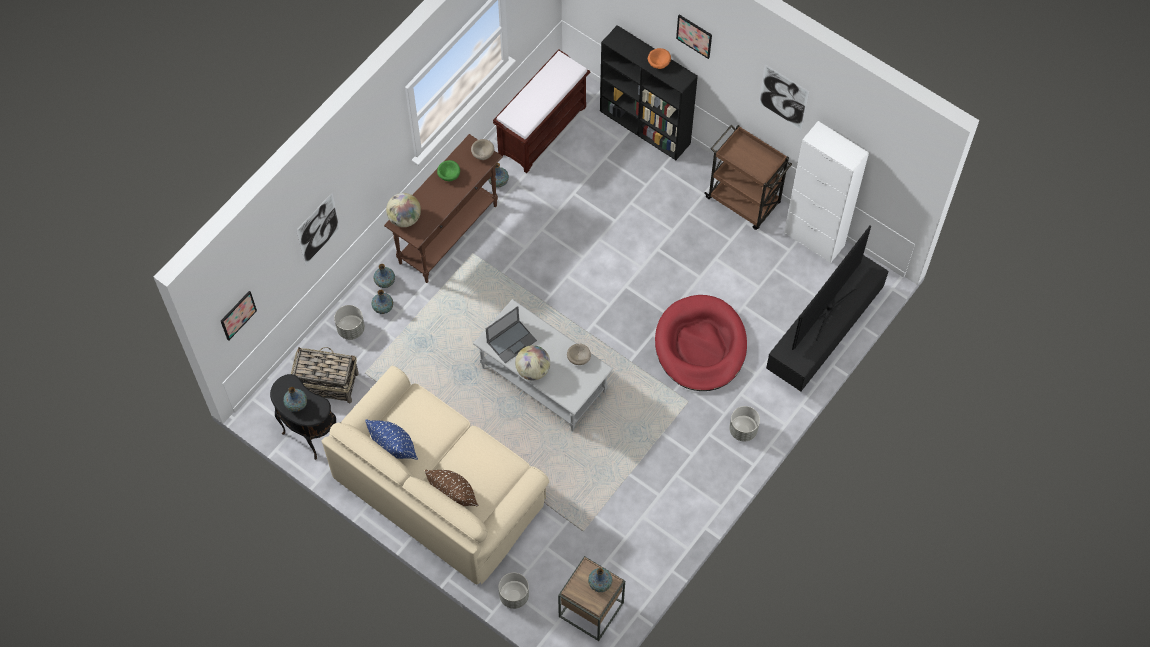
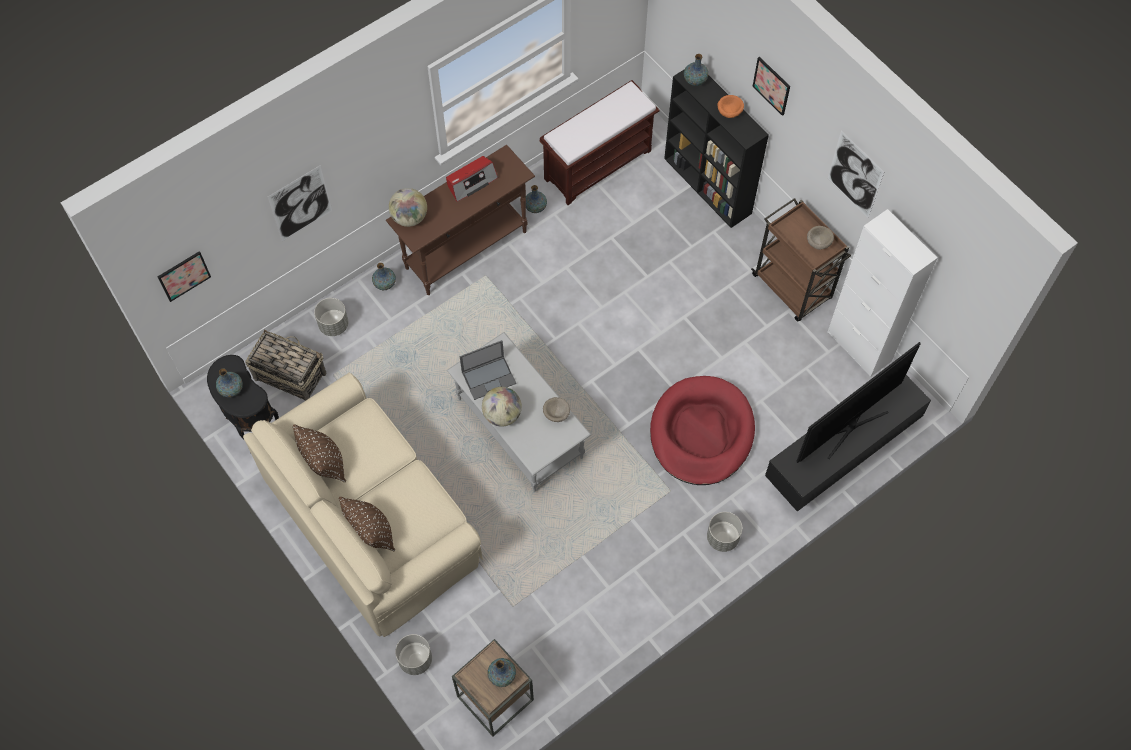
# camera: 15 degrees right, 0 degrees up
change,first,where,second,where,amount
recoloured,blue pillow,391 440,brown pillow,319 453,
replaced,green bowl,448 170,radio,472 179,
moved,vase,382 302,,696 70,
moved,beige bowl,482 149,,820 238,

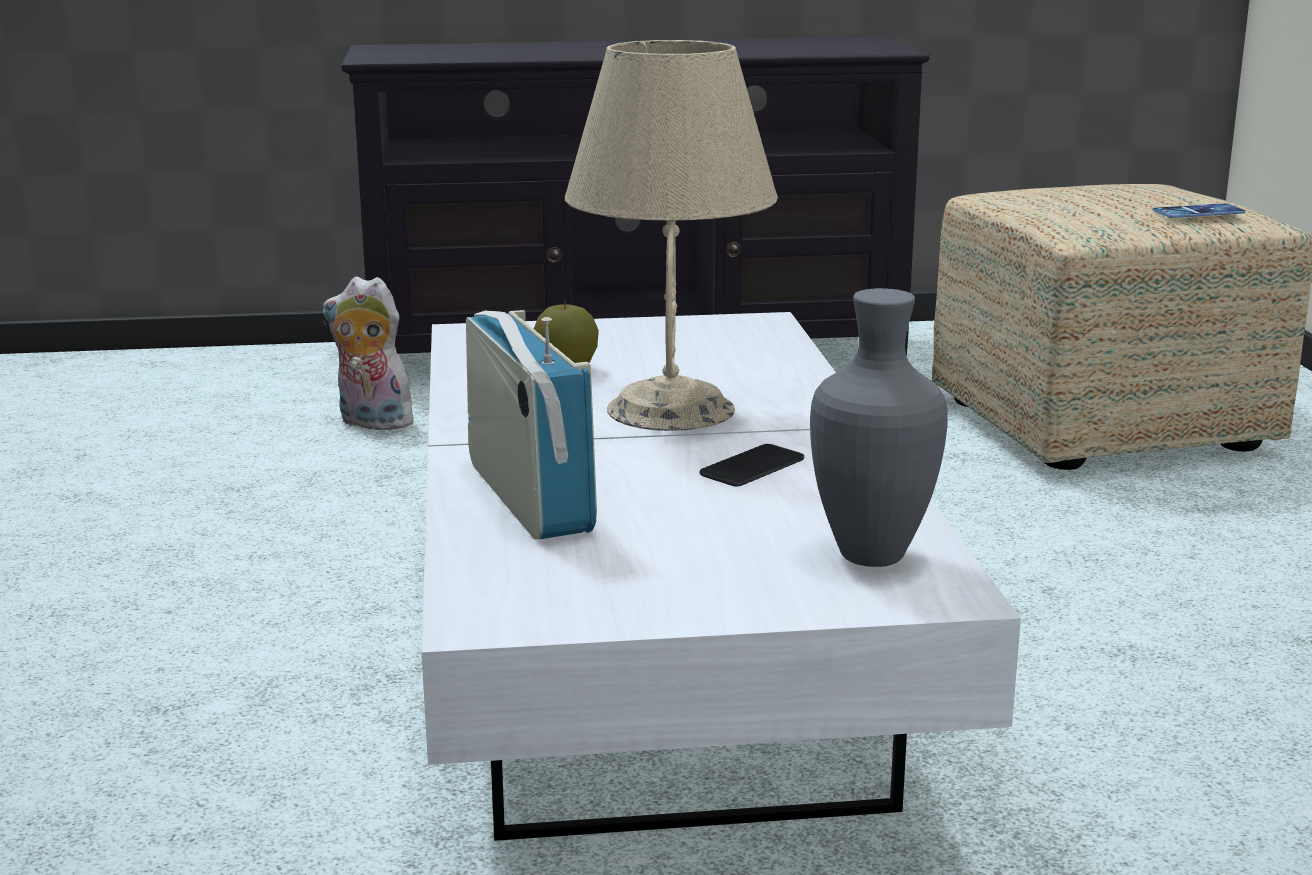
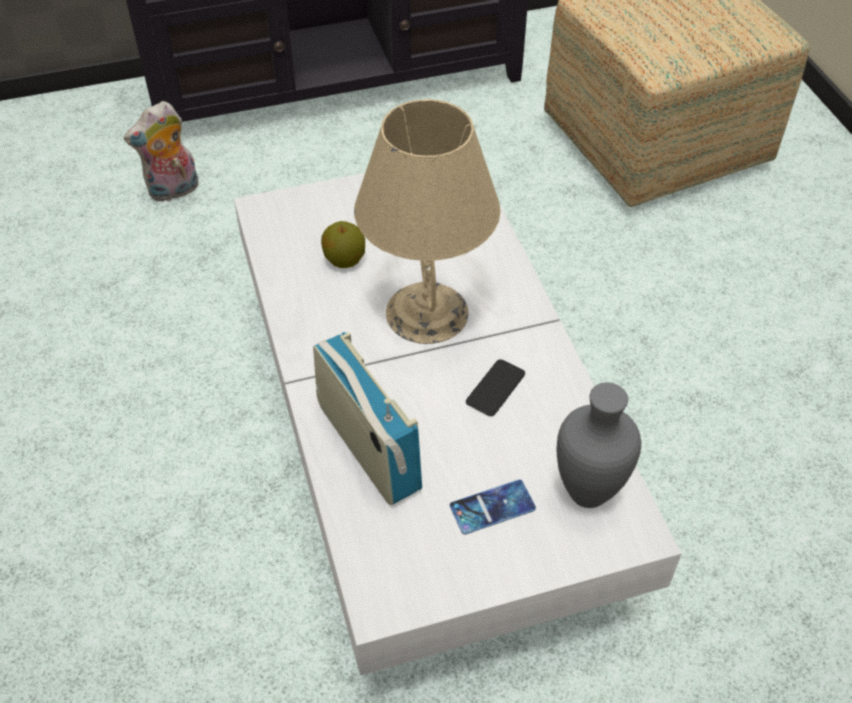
# camera: 10 degrees left, 30 degrees up
change,first,where,second,where,amount
turned,plush toy,372 353,,161 151,45 degrees counterclockwise
moved,phone,1199 210,,493 506,

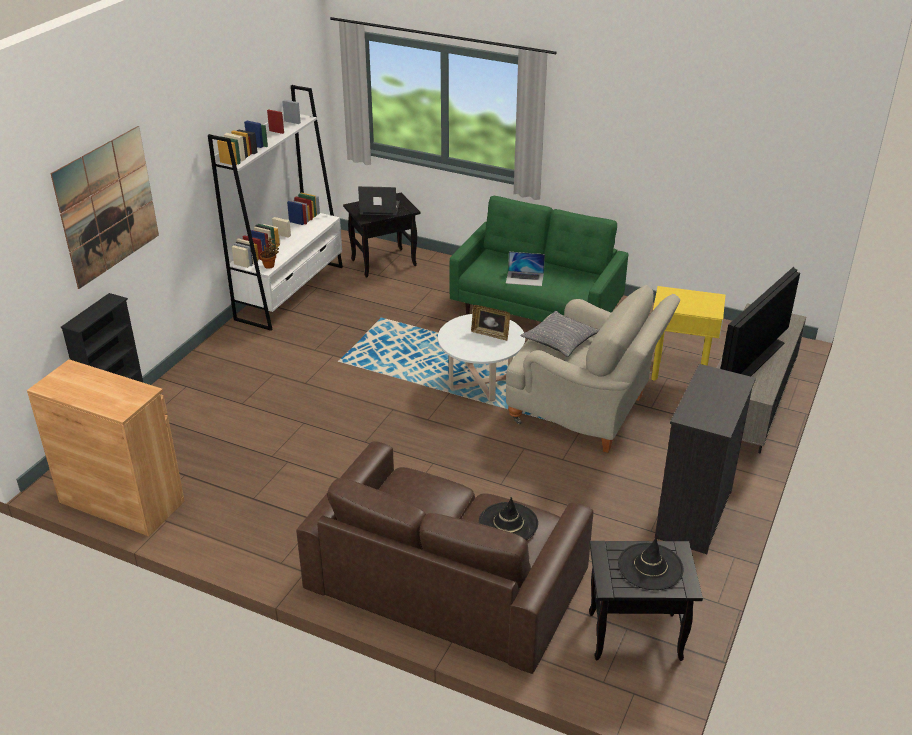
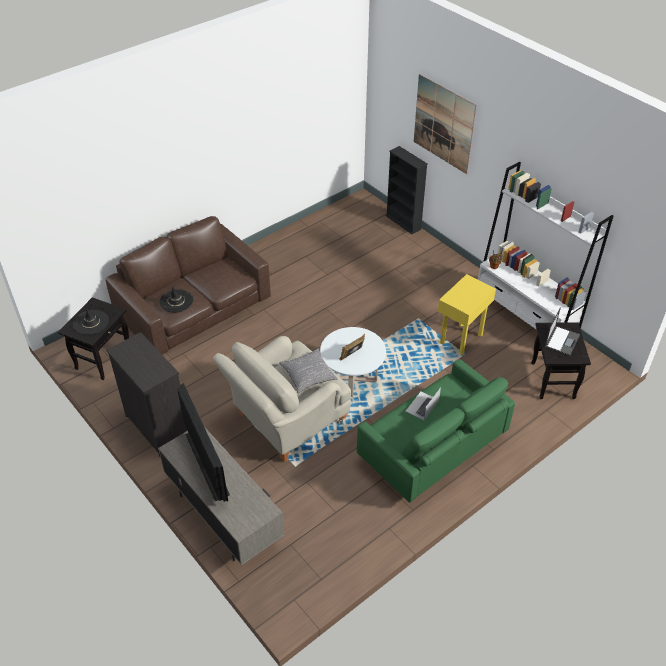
# camera: 115 degrees right, 10 degrees up
change,first,where,second,where,amount
moved,yellow side table,688 333,,467 314,
removed,brown cabinet,106 447,,,

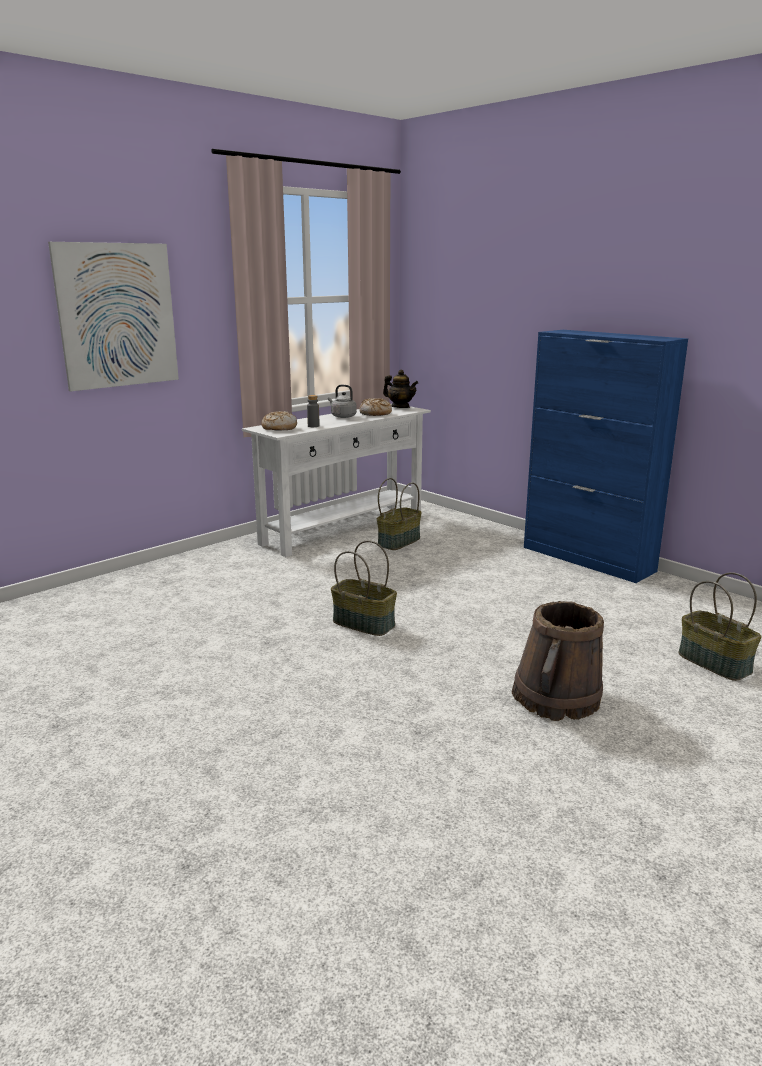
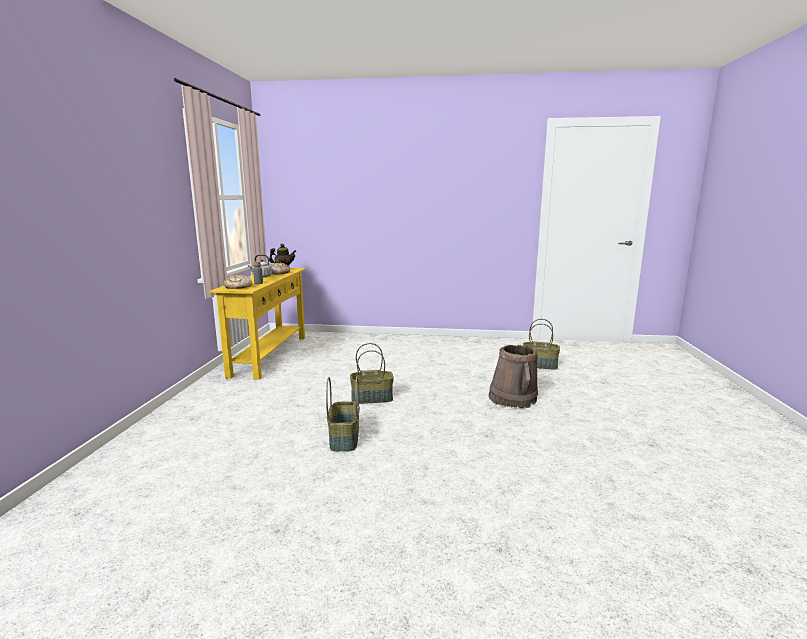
# camera: 40 degrees left, 5 degrees down
change,first,where,second,where,amount
recoloured,white console table,336 480,yellow console table,257 324,
moved,basket,399 514,,343 414,
removed,picture,113 316,,,
removed,blue cabinet,606 456,,,

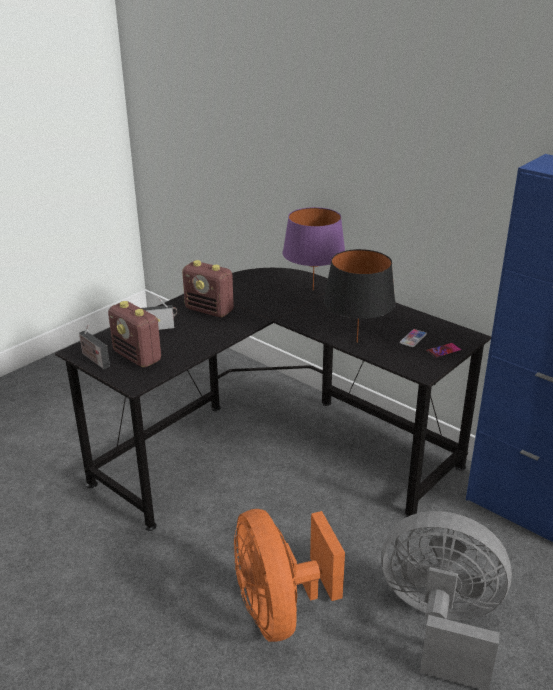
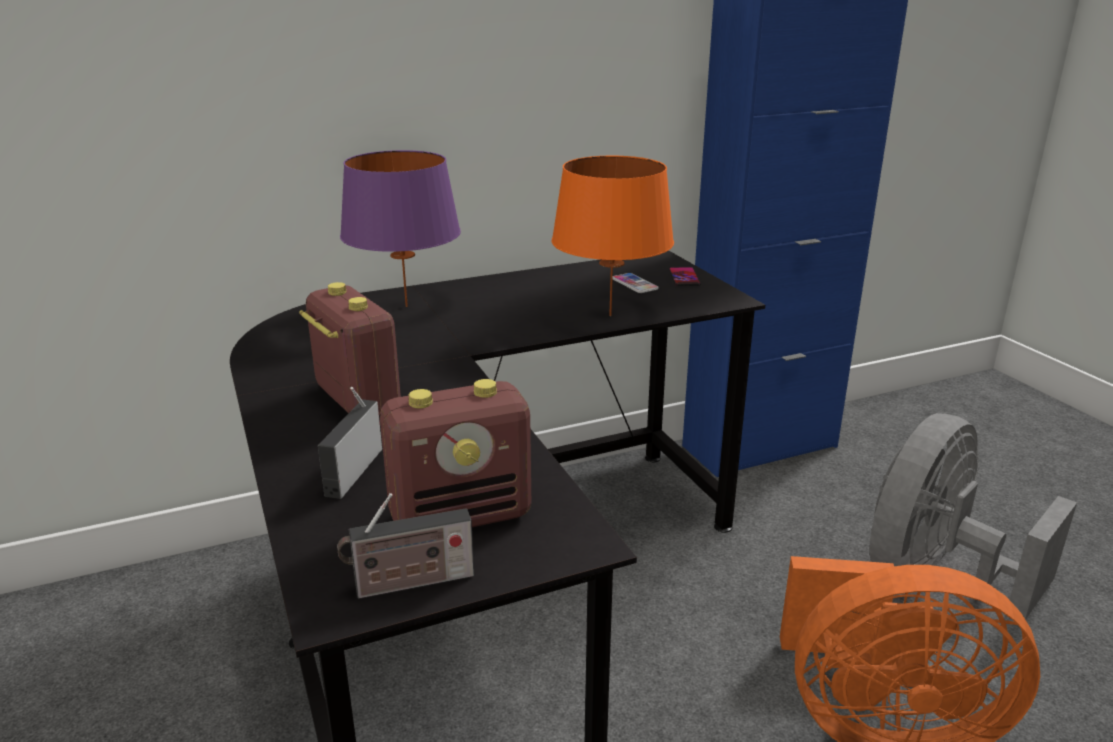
# camera: 65 degrees left, 5 degrees down
change,first,where,second,where,amount
turned,radio,208 288,,350 348,90 degrees counterclockwise
recoloured,black table lamp,359 296,orange table lamp,613 236,

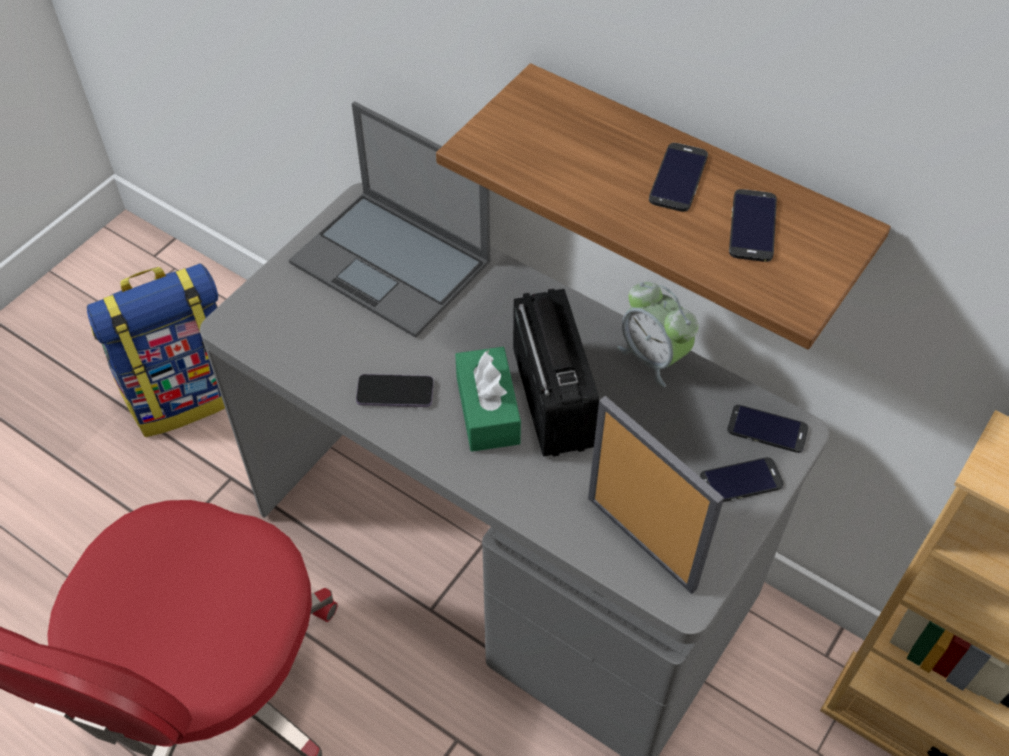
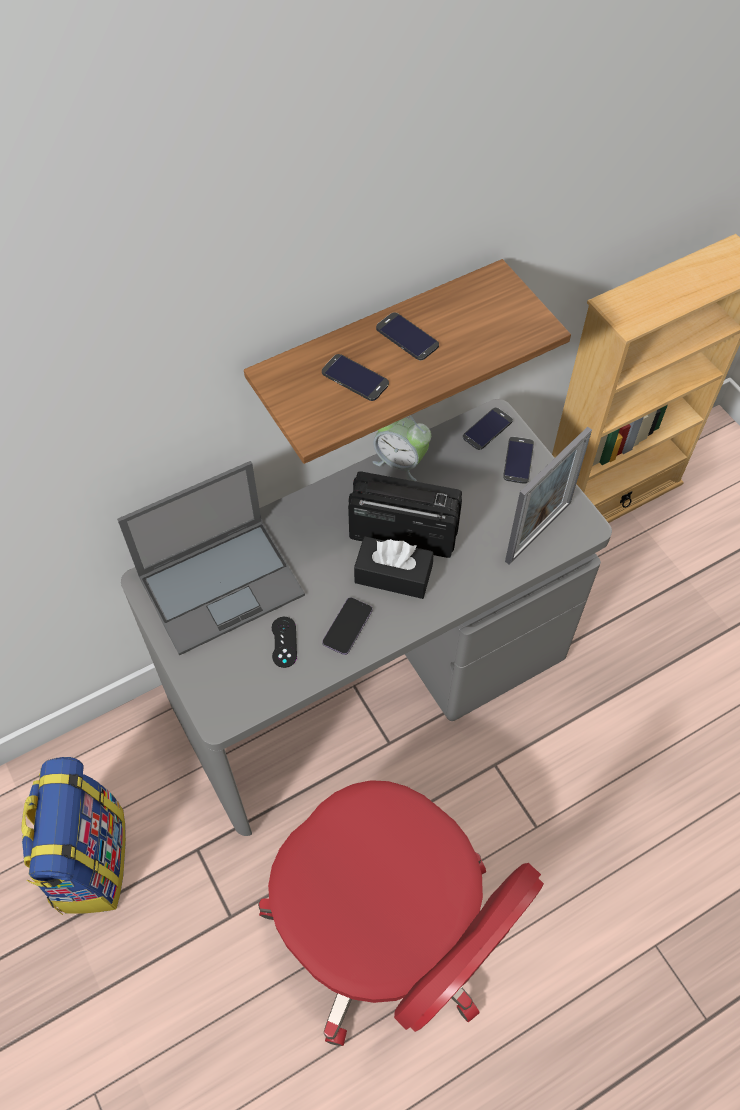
# camera: 65 degrees left, 5 degrees up
change,first,where,second,where,amount
added,,,black game controller,284 642,
moved,phone,753 225,,355 377,
recoloured,green tissue box,488 399,black tissue box,394 567,
turned,alarm clock,657 335,,402 448,45 degrees clockwise
turned,picture frame,656 495,,548 496,150 degrees clockwise

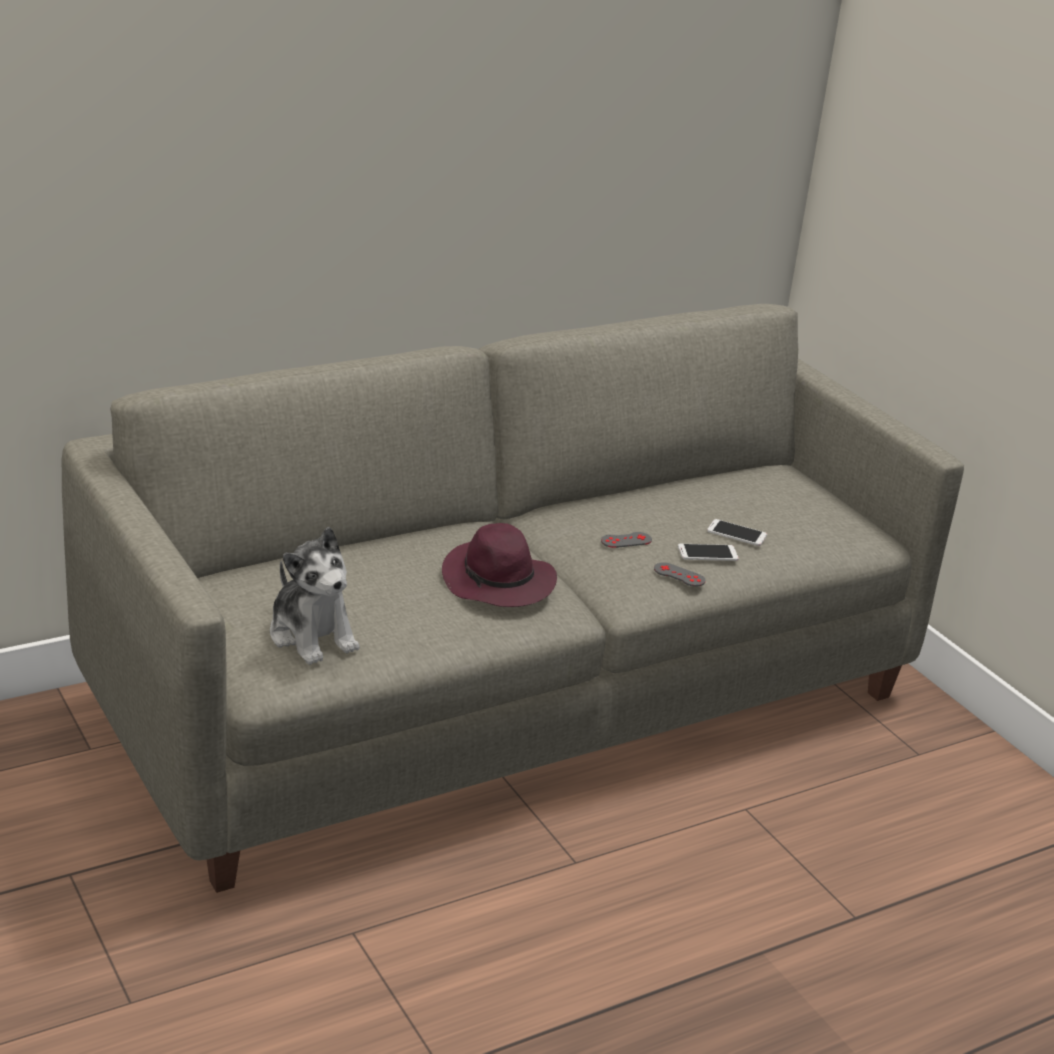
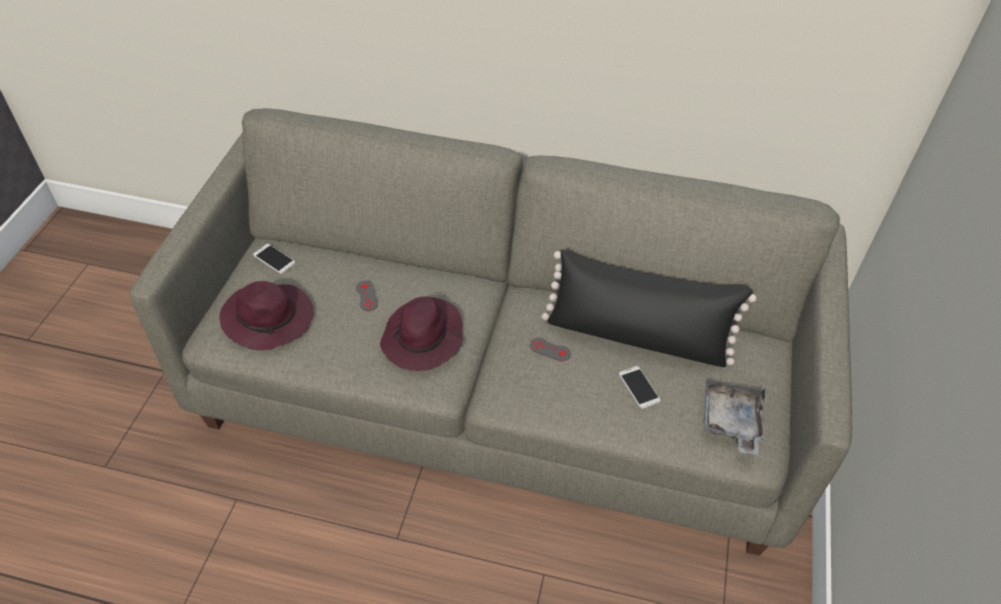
# camera: 45 degrees right, 20 degrees up
change,first,where,second,where,amount
replaced,plush toy,315 596,purple hat,266 315,
moved,phone,708 552,,274 259,
moved,grey game controller,680 574,,367 295,
added,,,black pillow,649 308,
added,,,grey tray,734 418,

